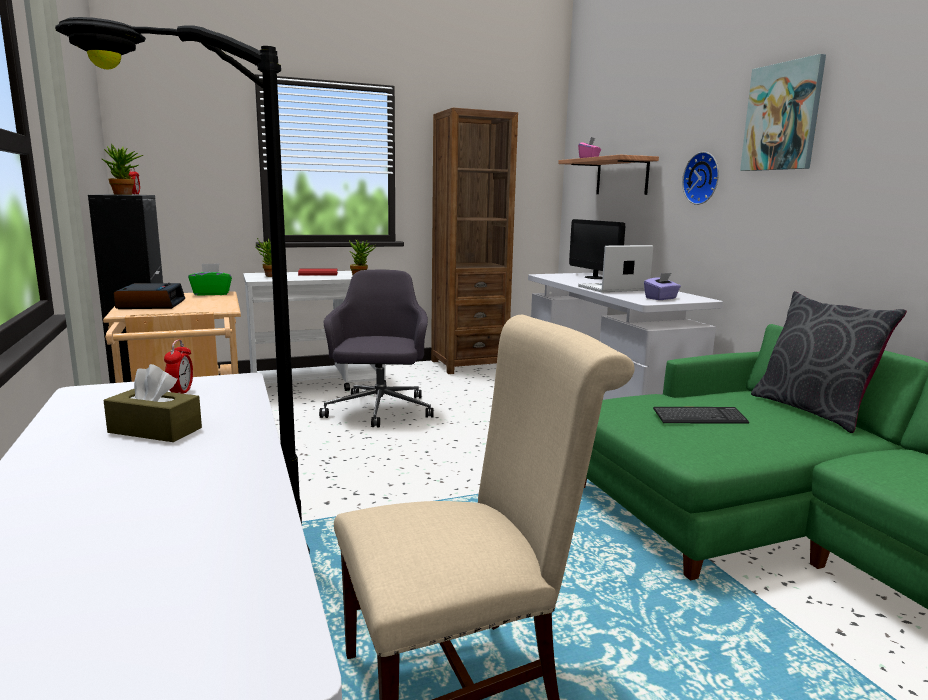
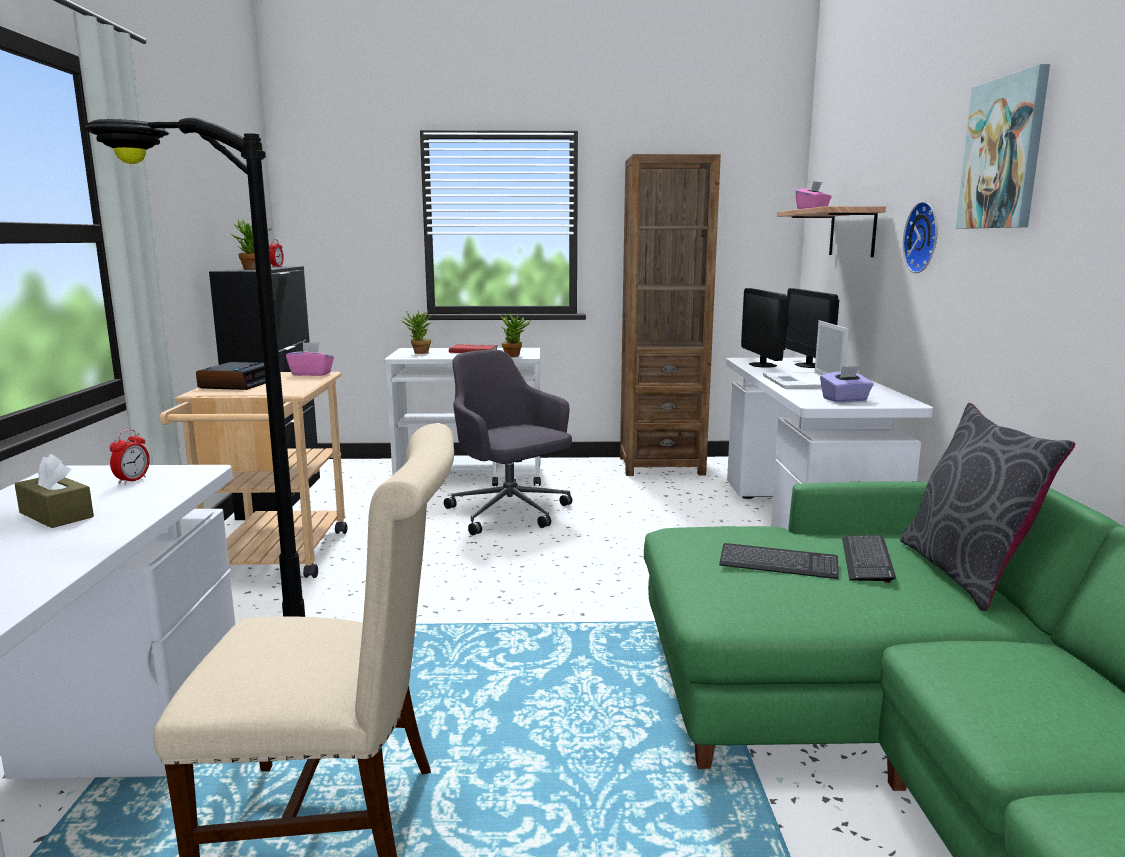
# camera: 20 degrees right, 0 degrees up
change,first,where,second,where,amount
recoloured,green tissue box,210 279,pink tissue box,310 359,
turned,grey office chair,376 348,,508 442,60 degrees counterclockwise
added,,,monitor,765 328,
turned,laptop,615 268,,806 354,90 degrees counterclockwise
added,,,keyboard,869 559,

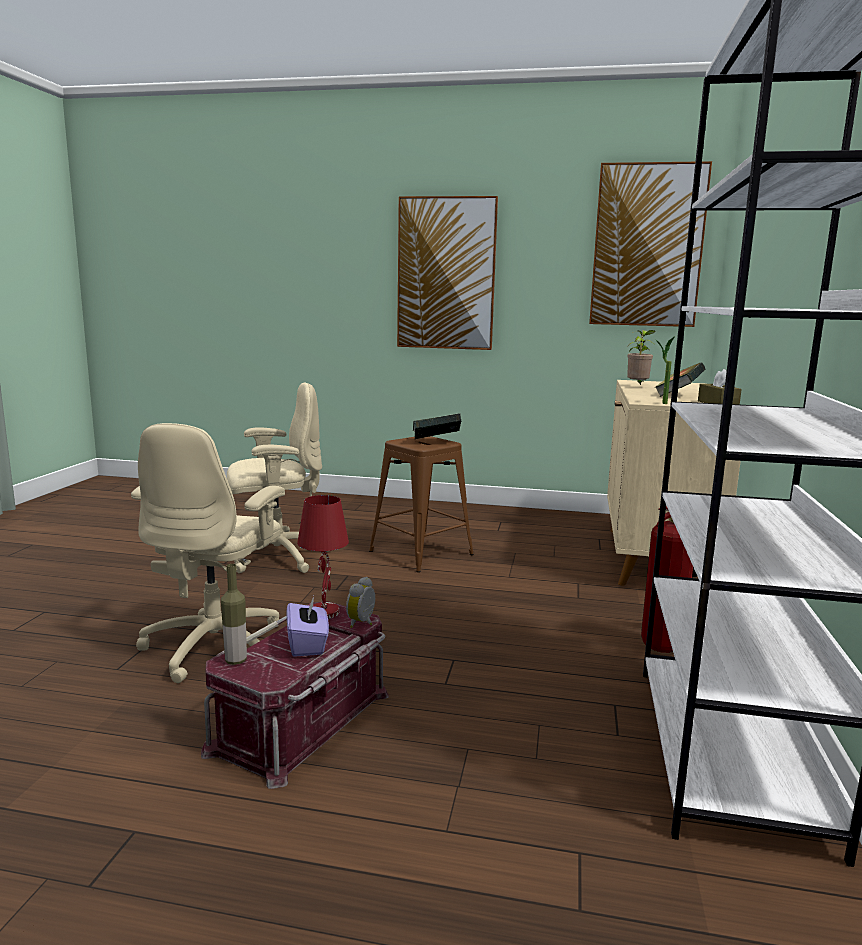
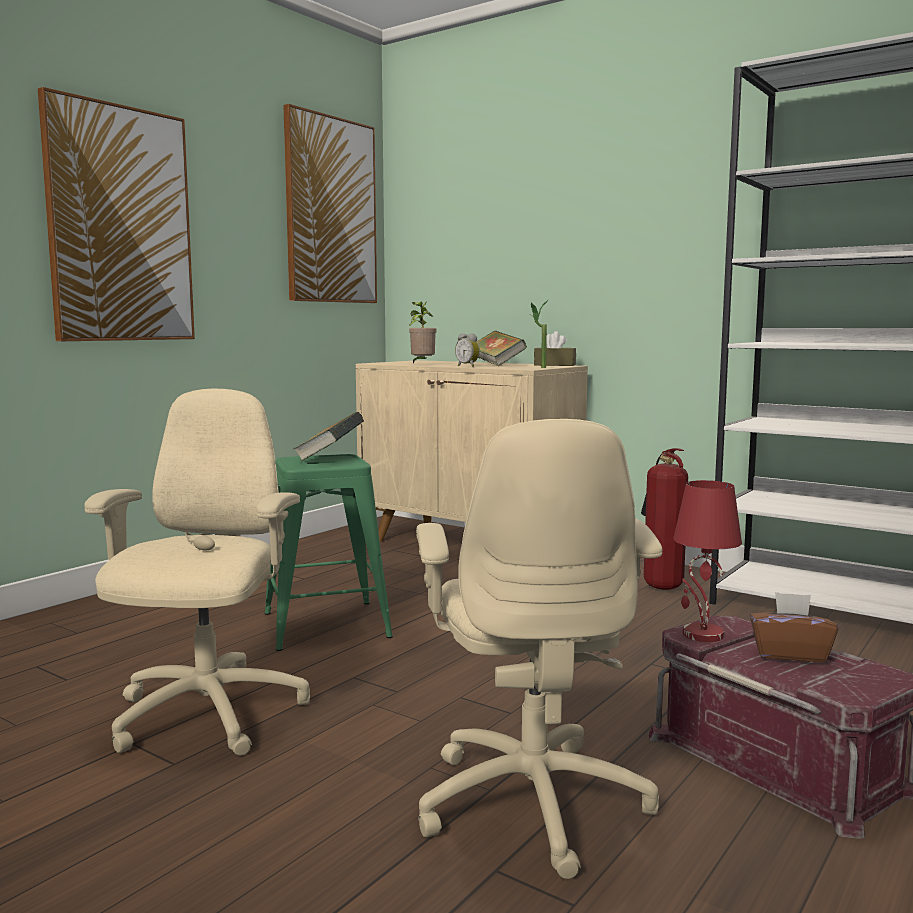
# camera: 65 degrees left, 5 degrees down
change,first,where,second,where,amount
recoloured,brown stool,421 504,green stool,329 552,
turned,beige office chair,208 553,,539 649,45 degrees clockwise
moved,alarm clock,360 602,,467 350,
recoloured,purple tissue box,308 626,brown tissue box,794 627,
removed,bottle,234 614,,,

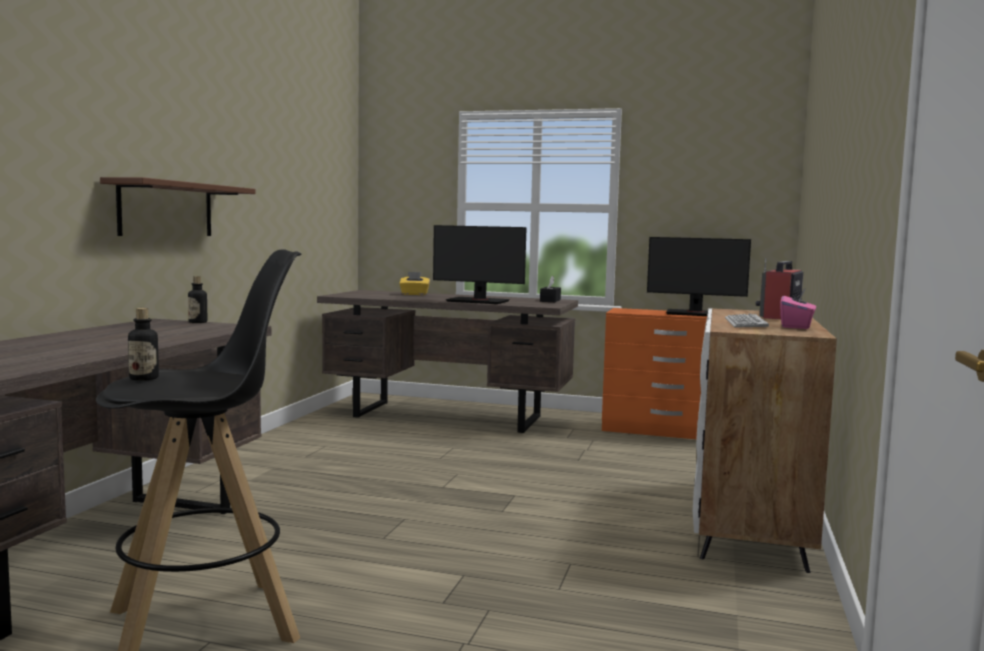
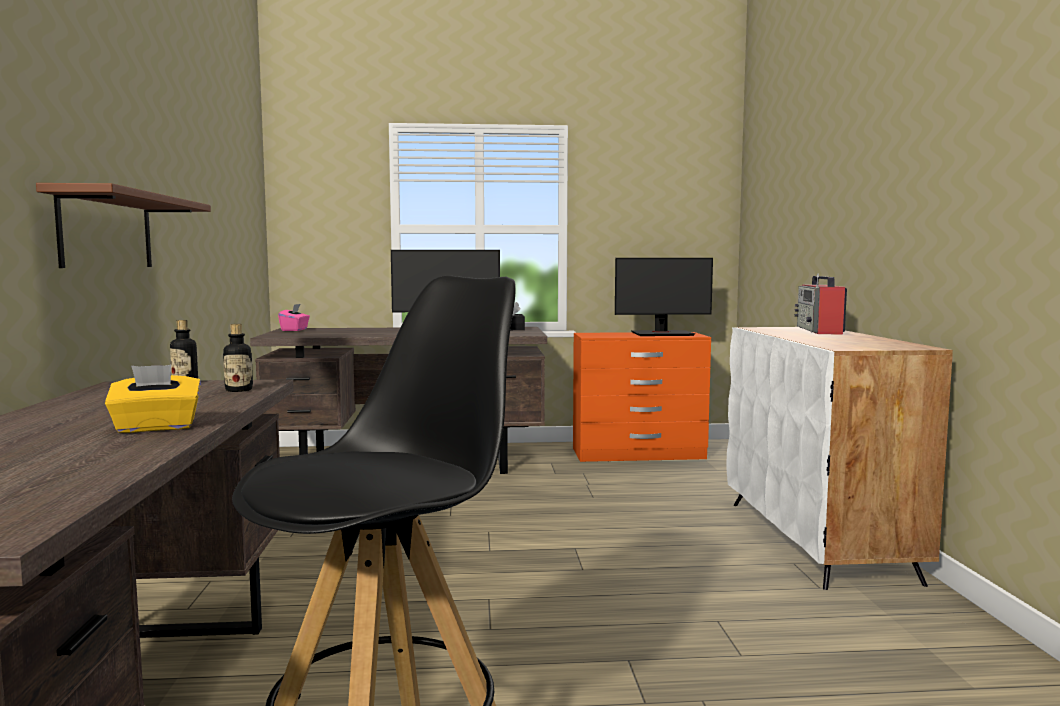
# camera: 20 degrees left, 0 degrees up
change,first,where,second,where,amount
moved,yellow tissue box,414 283,,153 399,
moved,bottle,143 344,,238 358,
moved,pink tissue box,798 308,,294 317,
removed,keyboard,747 321,,,

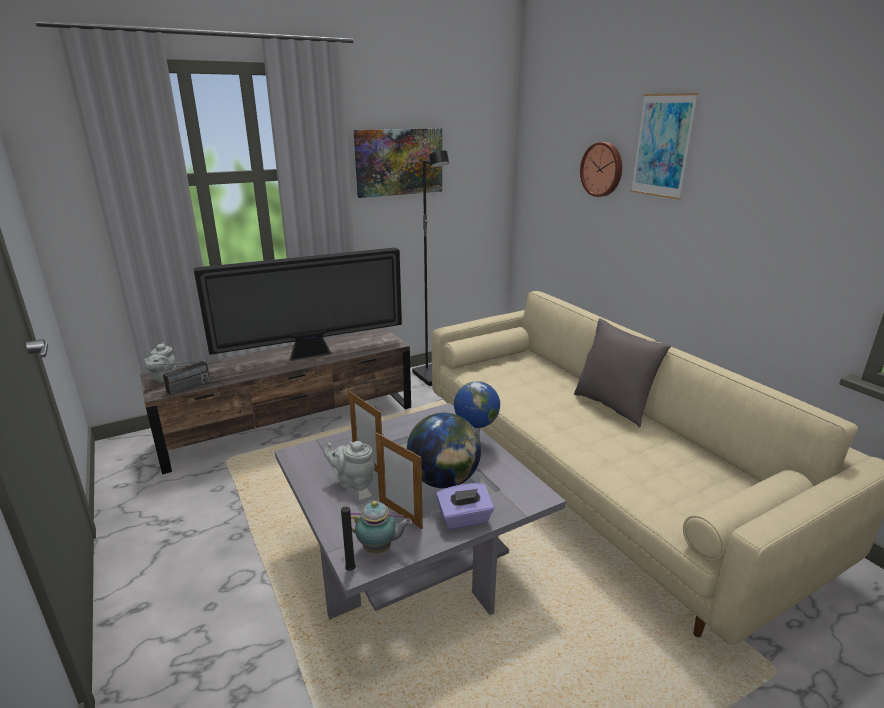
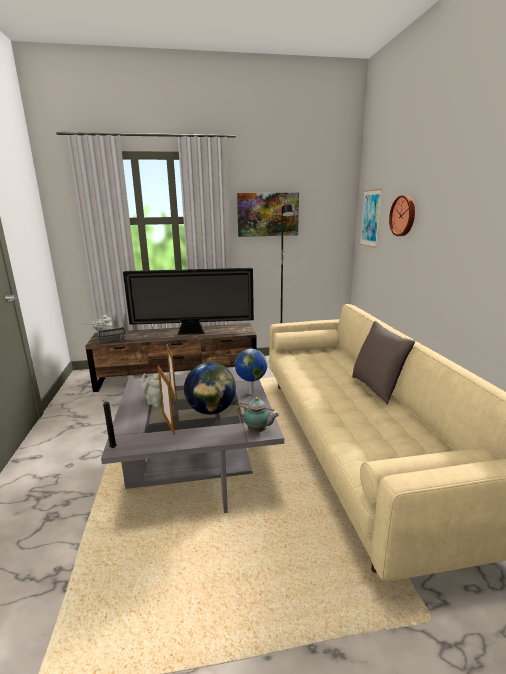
# camera: 20 degrees right, 5 degrees down
change,first,where,second,where,amount
moved,teapot,381 527,,258 414,
moved,picture,664 146,,371 218,
removed,purple tissue box,465 506,,,

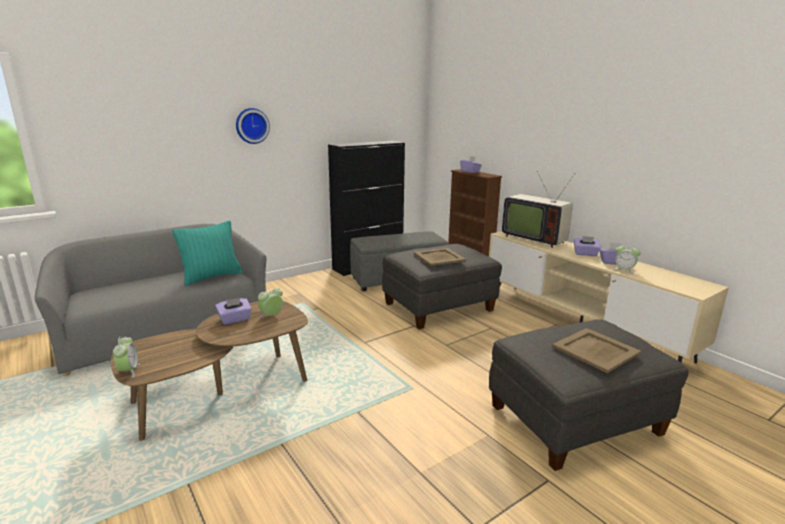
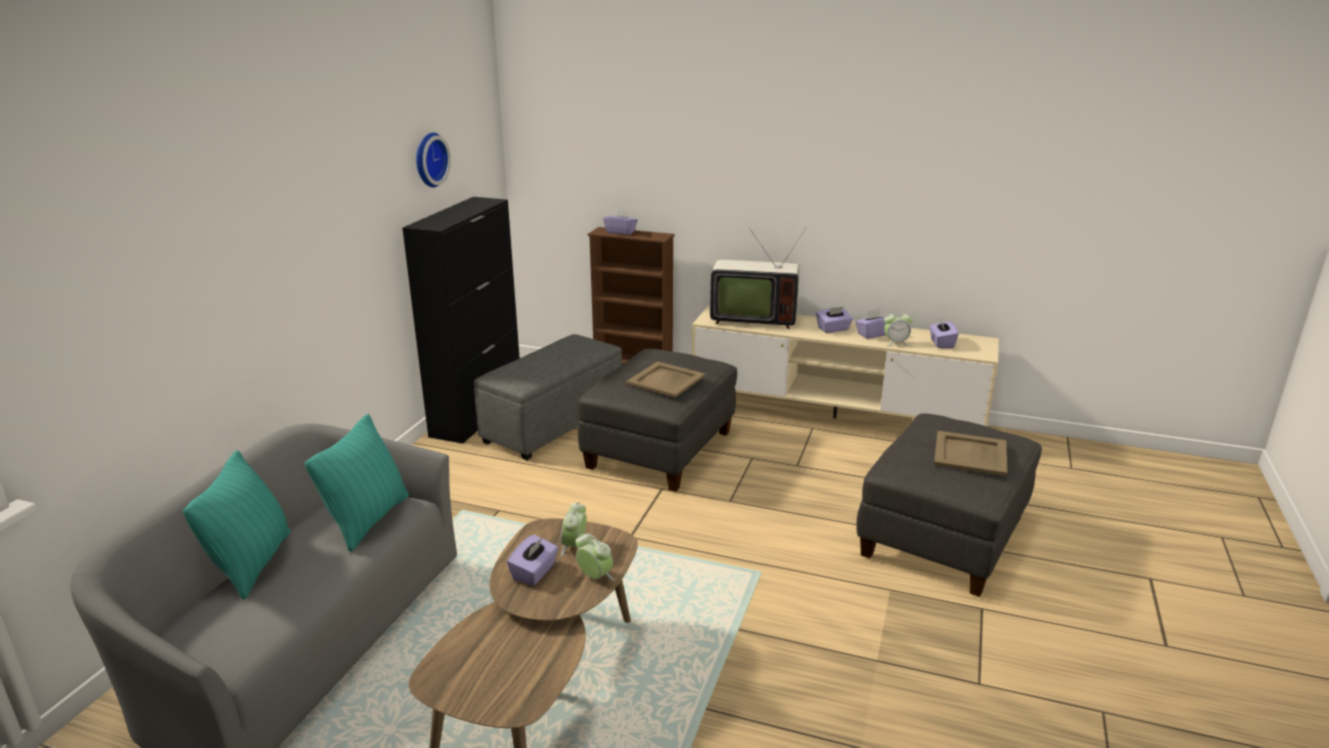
# camera: 35 degrees left, 5 degrees up
change,first,where,second,where,amount
added,,,turquoise pillow,237 525,
moved,wall clock,253 126,,433 160,
moved,alarm clock,126 357,,595 557,
added,,,purple tissue box,944 332,

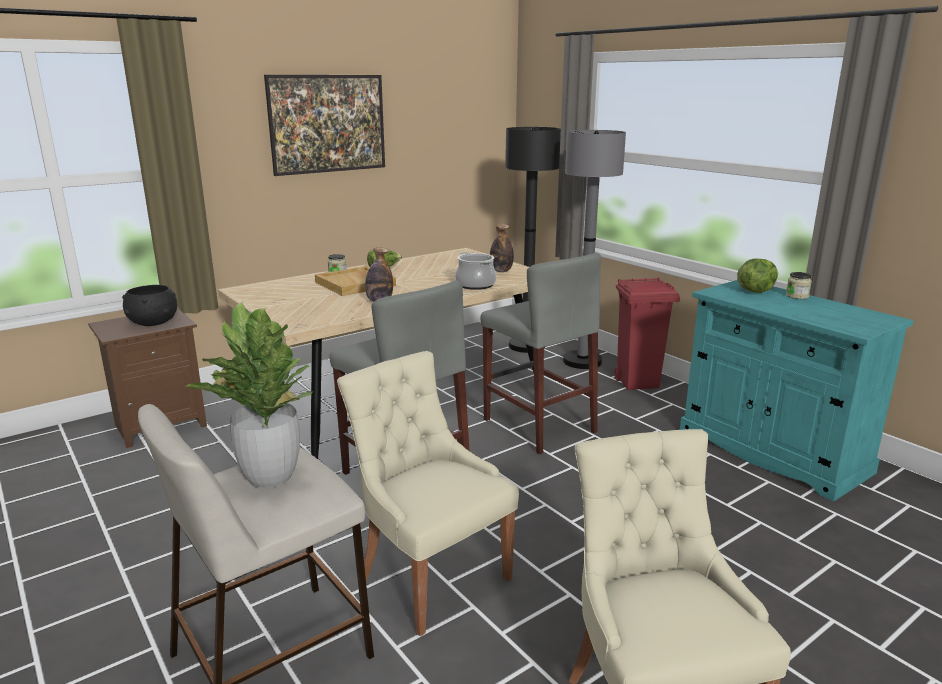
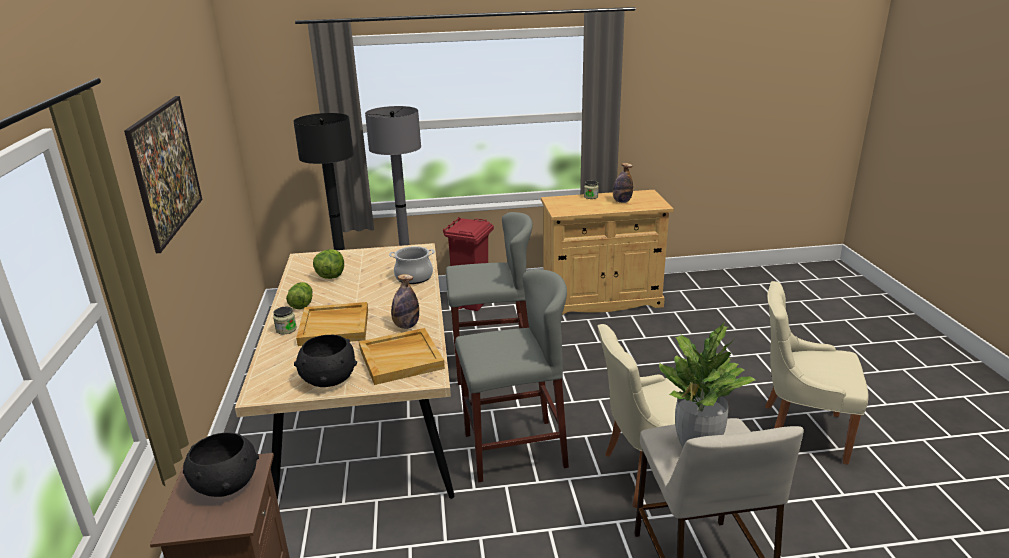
# camera: 60 degrees left, 5 degrees up
change,first,where,second,where,amount
added,,,black bowl,325 361,
moved,lettuce,757 275,,328 264,
added,,,beige tray,402 356,
recoloured,turquoise cabinet,797 390,beige cabinet,607 252,
moved,bottle,502 248,,623 183,

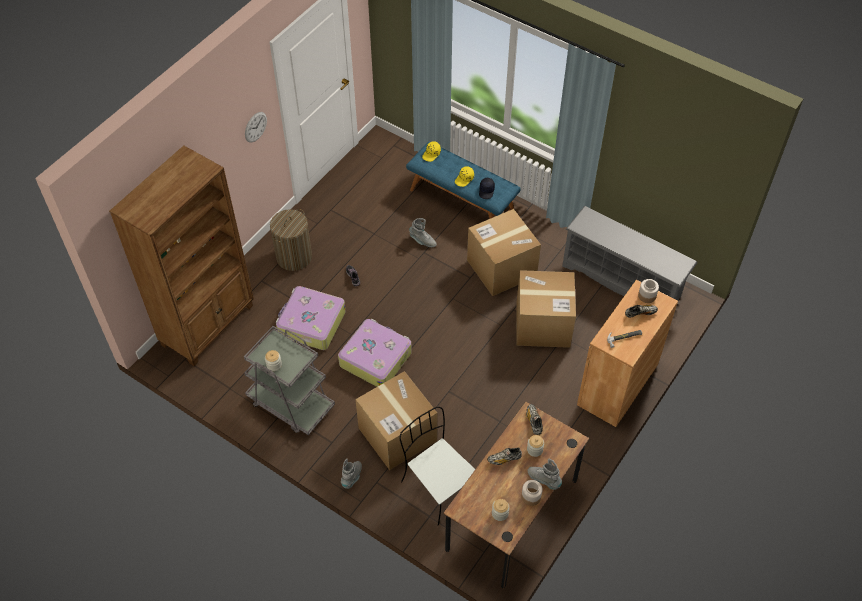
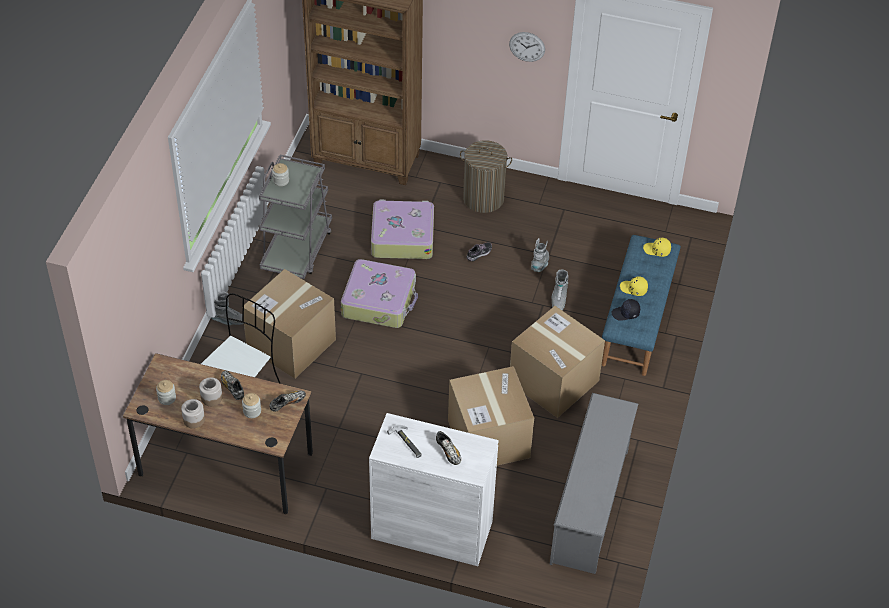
# camera: 70 degrees right, 5 degrees down
change,first,where,second,where,amount
moved,jar,648 291,,211 391,
recoloured,brown cabinet,627 353,white cabinet,434 489,
moved,grey boot,544 474,,540 255,

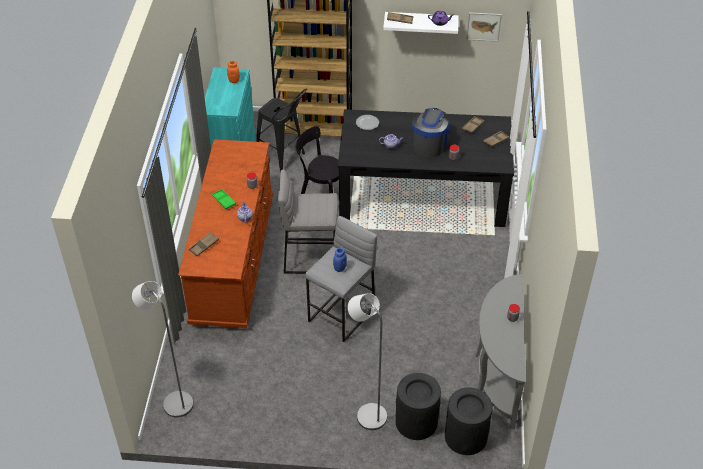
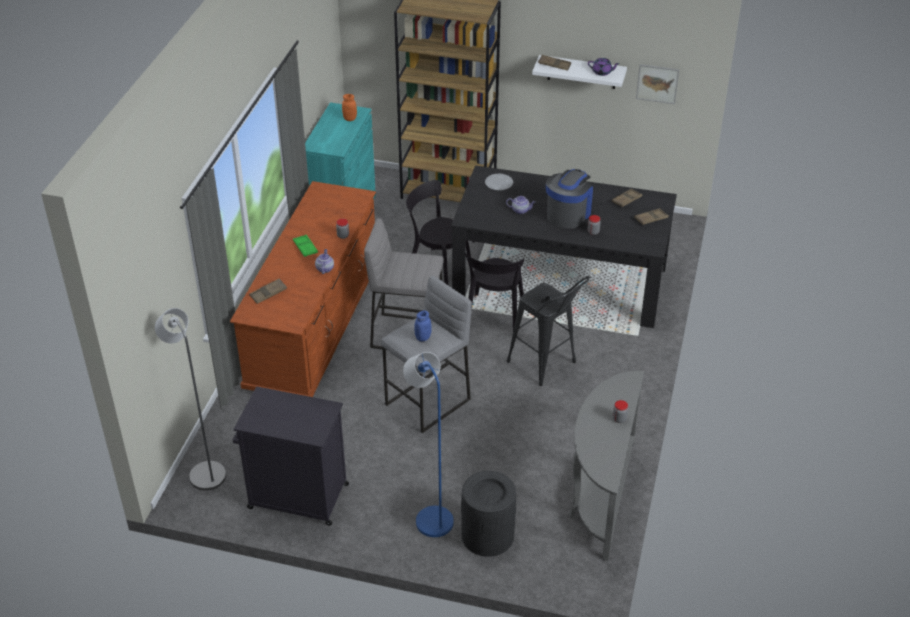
# camera: 10 degrees right, 5 degrees down
change,first,where,second,where,amount
added,,,black cabinet,291 456,
recoloured,grey floor lamp,367 361,blue floor lamp,428 444,
added,,,black chair,494 290,
moved,black stool,281 130,,548 331,
removed,black trash can,469 421,,,

